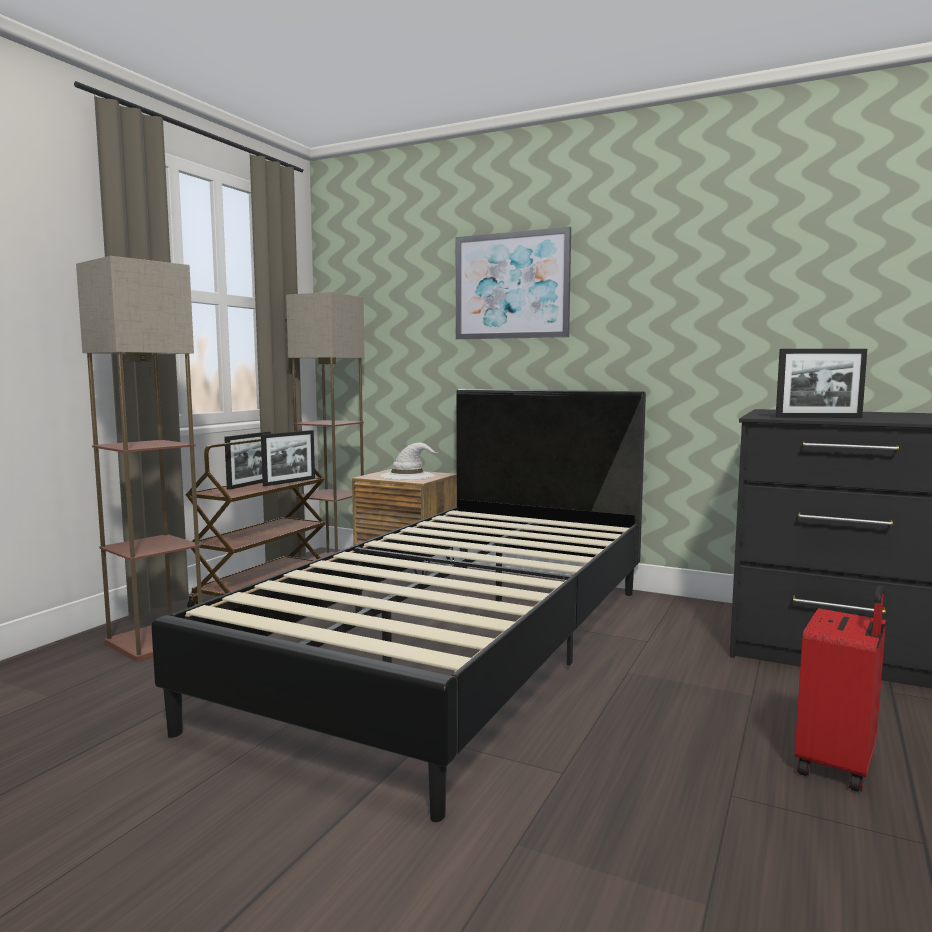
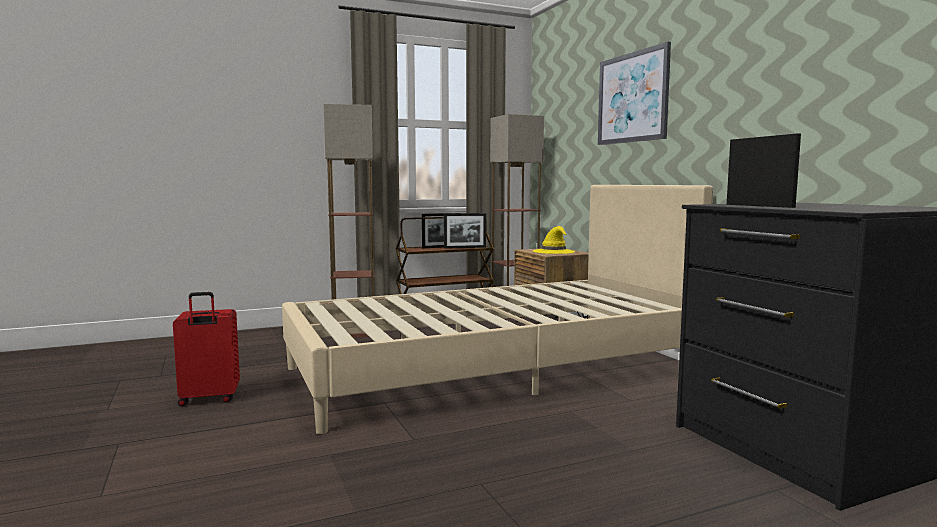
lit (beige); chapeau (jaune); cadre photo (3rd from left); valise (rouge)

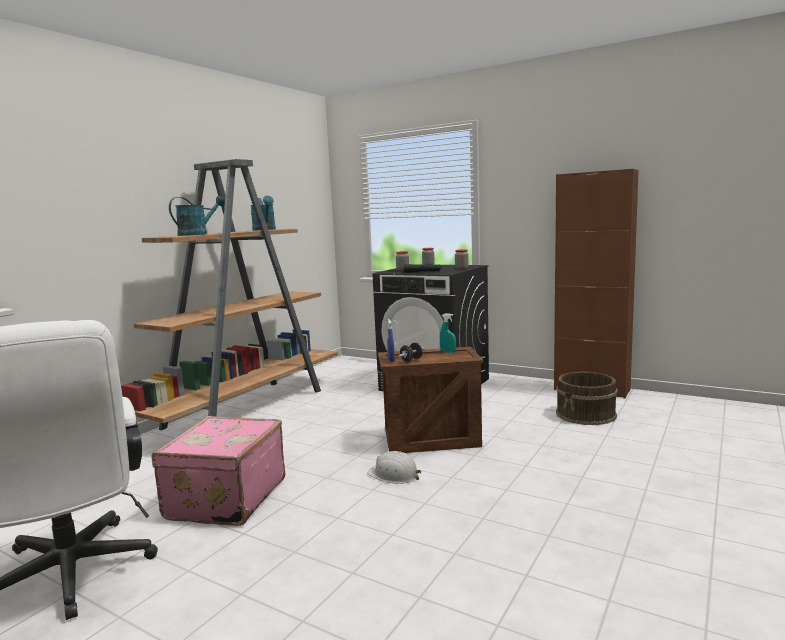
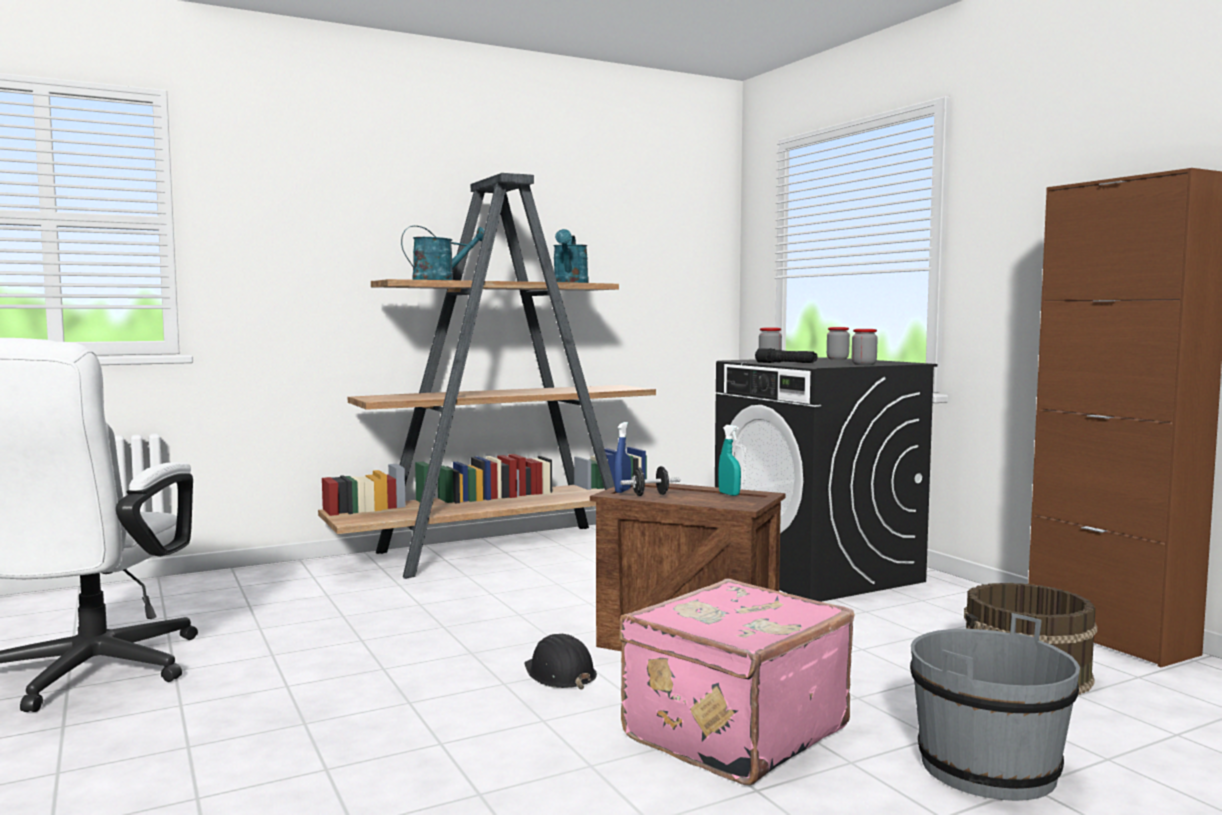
valise (rose); casque de chantier (noir); seau (gris)

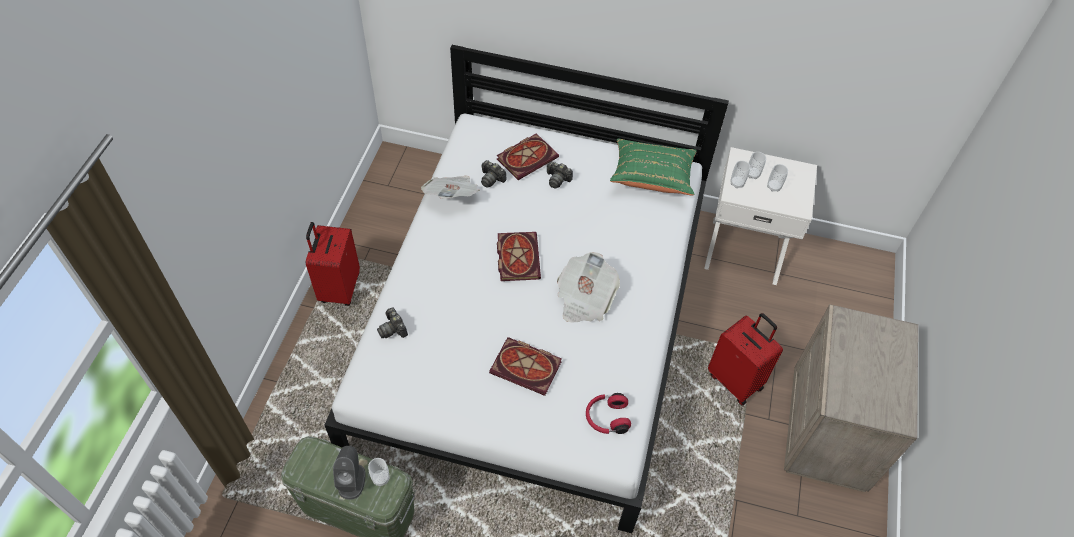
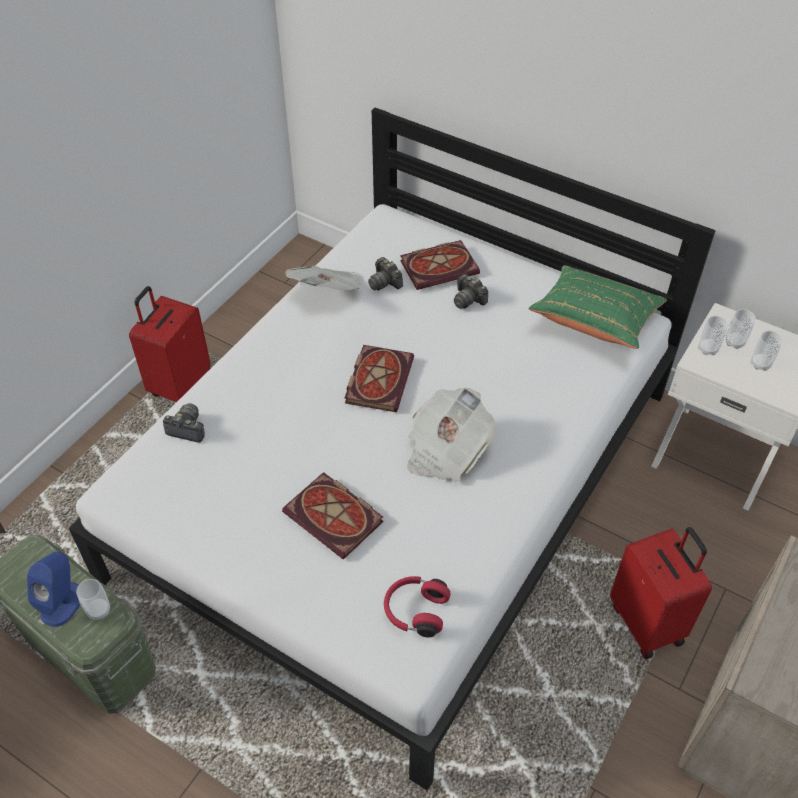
enceinte (bleu); appareil photo (1st from left)

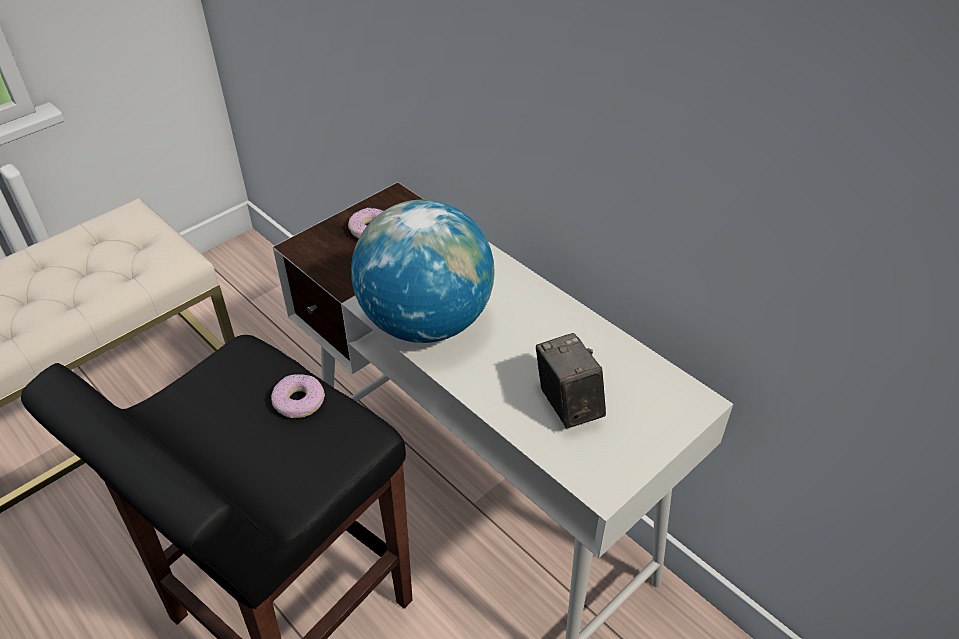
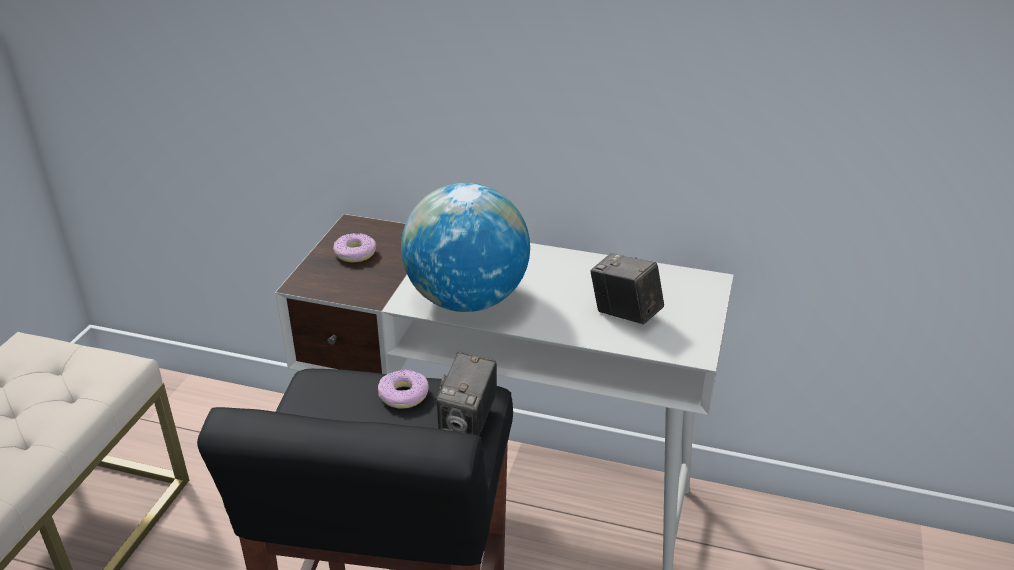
appareil photo (1st from left)

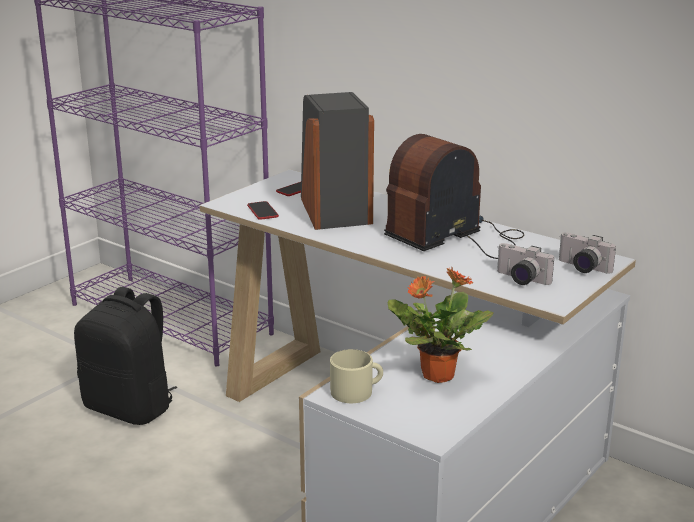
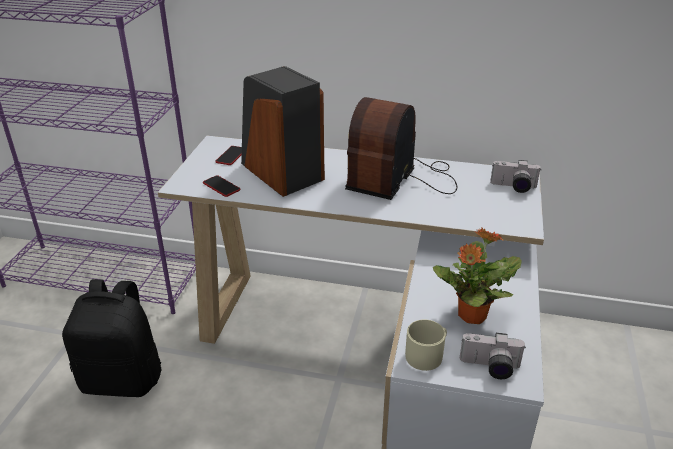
appareil photo (1st from left)

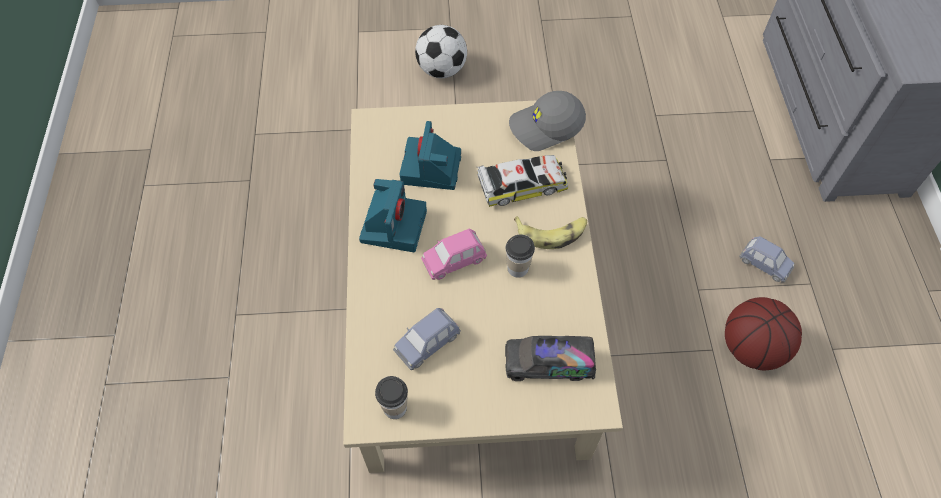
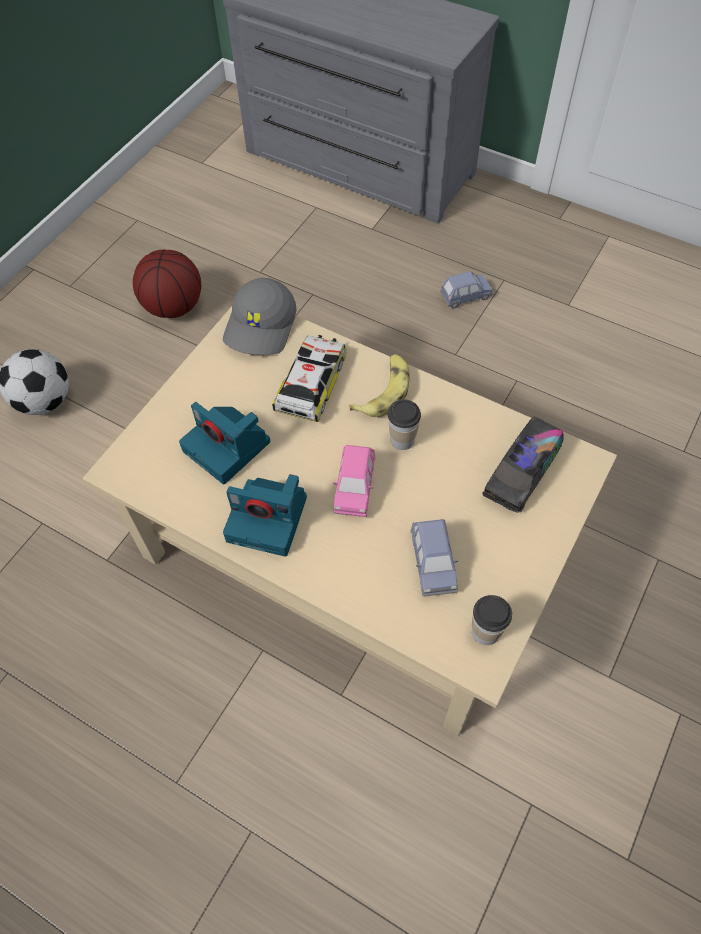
appareil photo (2nd from left); ballon de basket

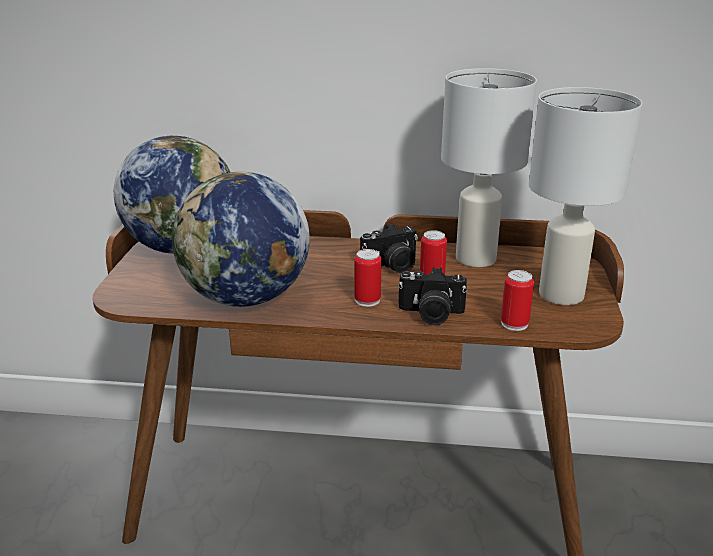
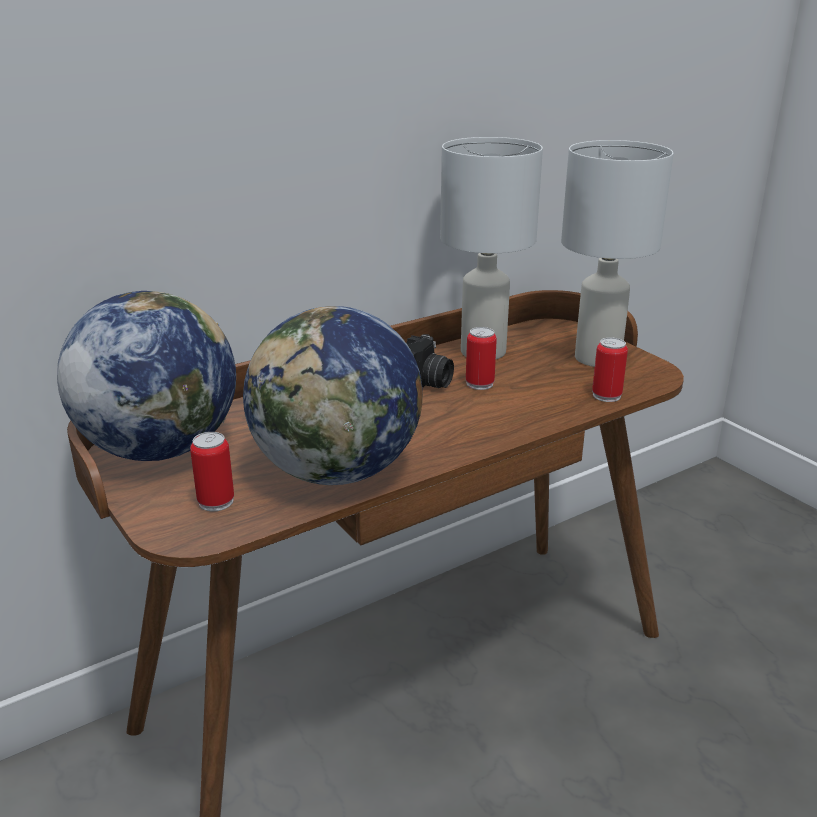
boîte métallique (1st from left); appareil photo (2nd from left in the first image)

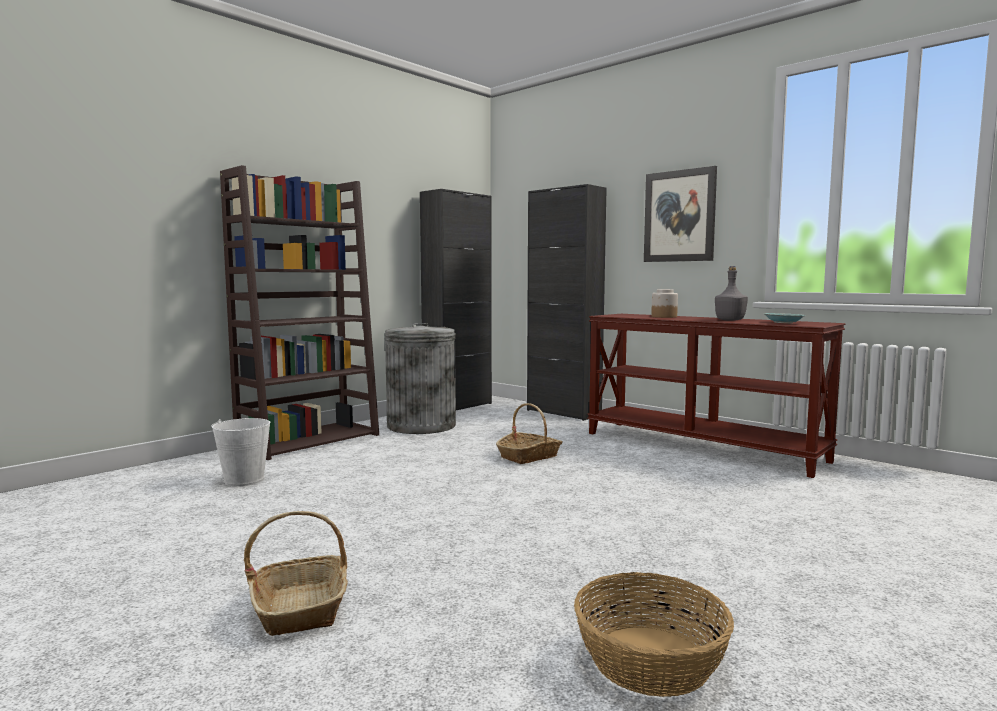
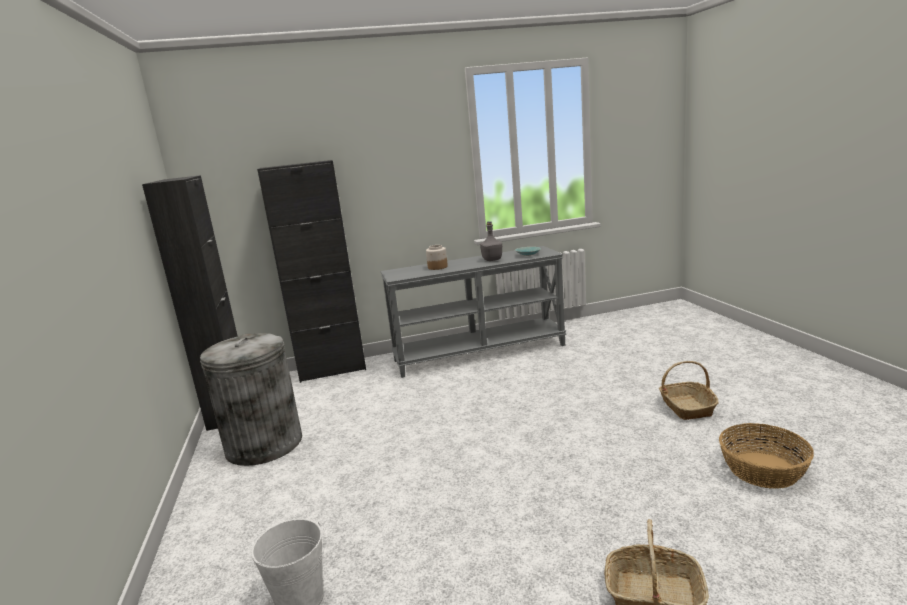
bibliothèque (marron); panier (2nd from left); table console (gris); tableau

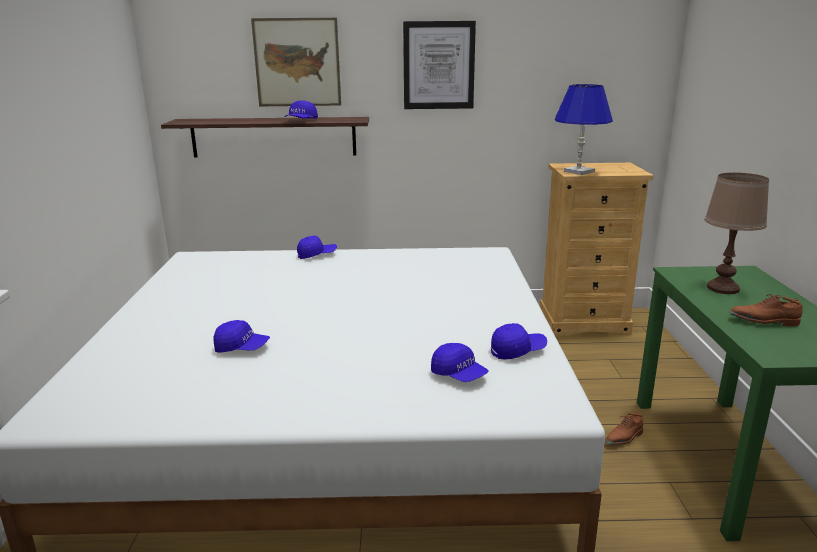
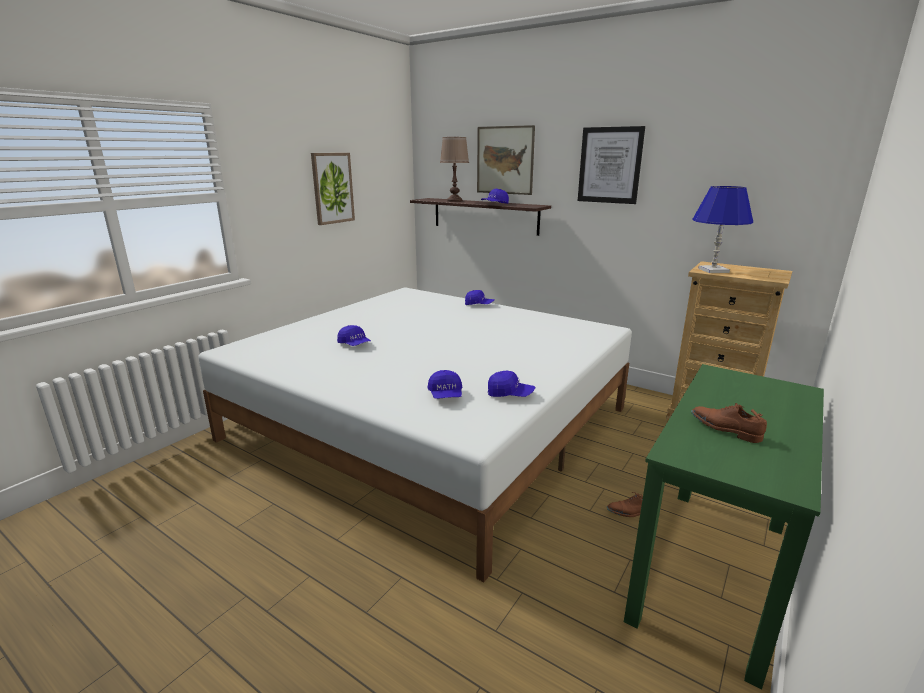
lampe de table (marron); tableau (1st from left)

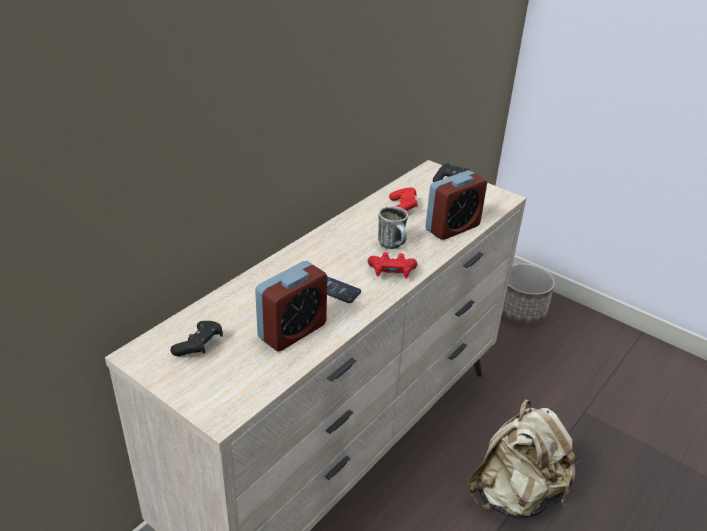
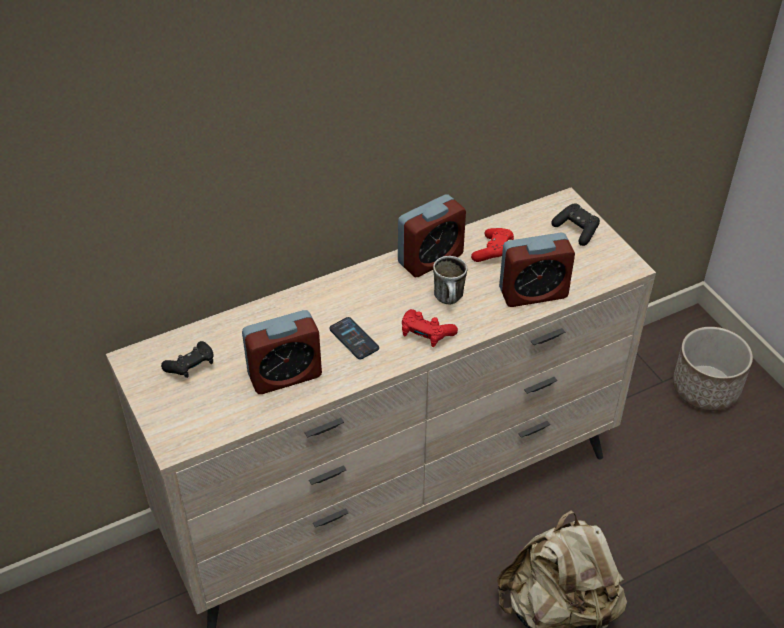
réveil (2nd from left)

